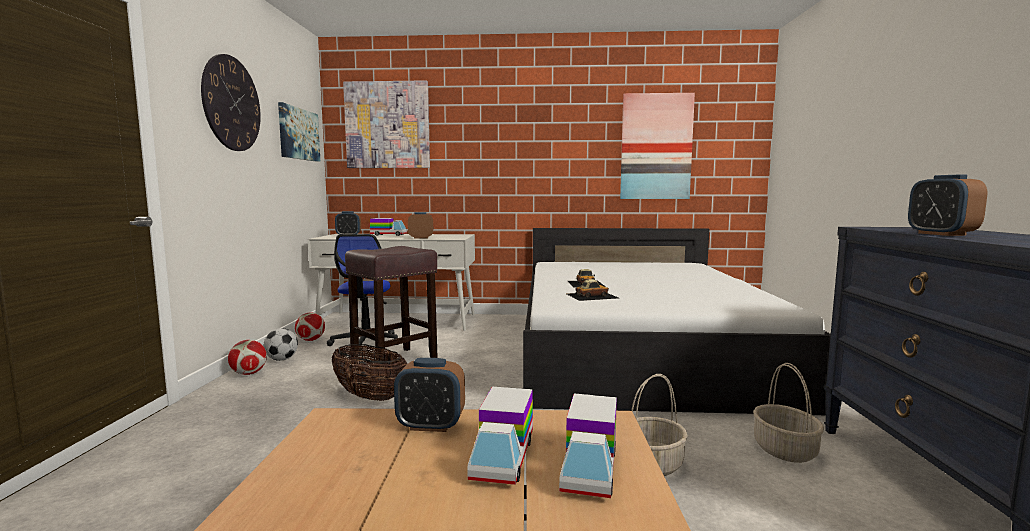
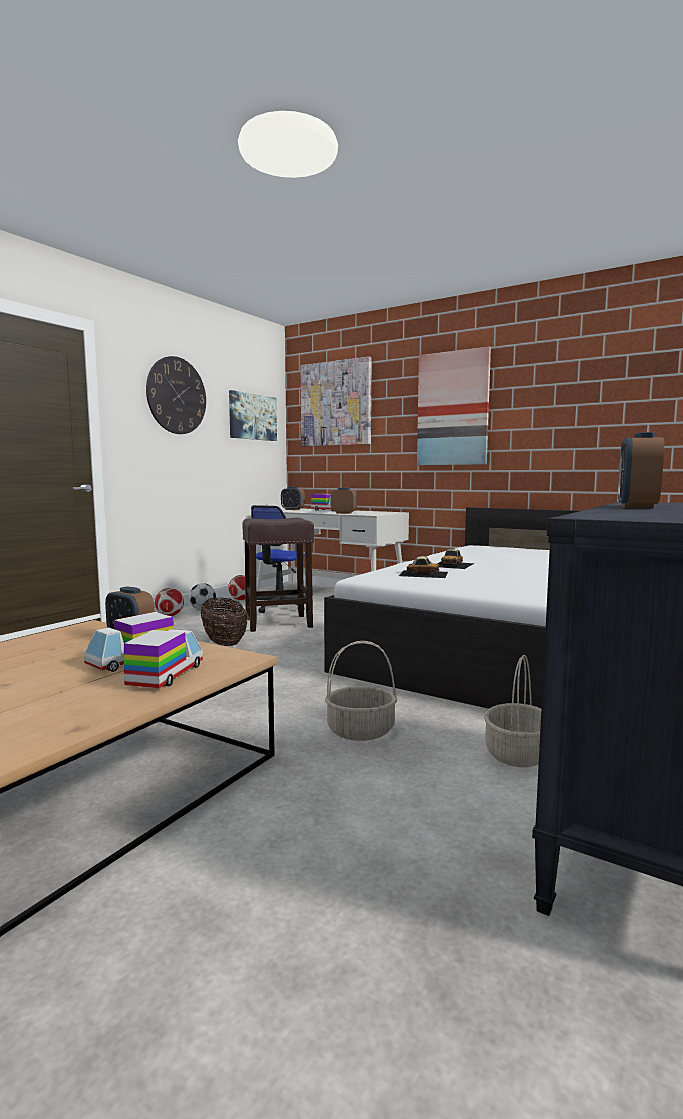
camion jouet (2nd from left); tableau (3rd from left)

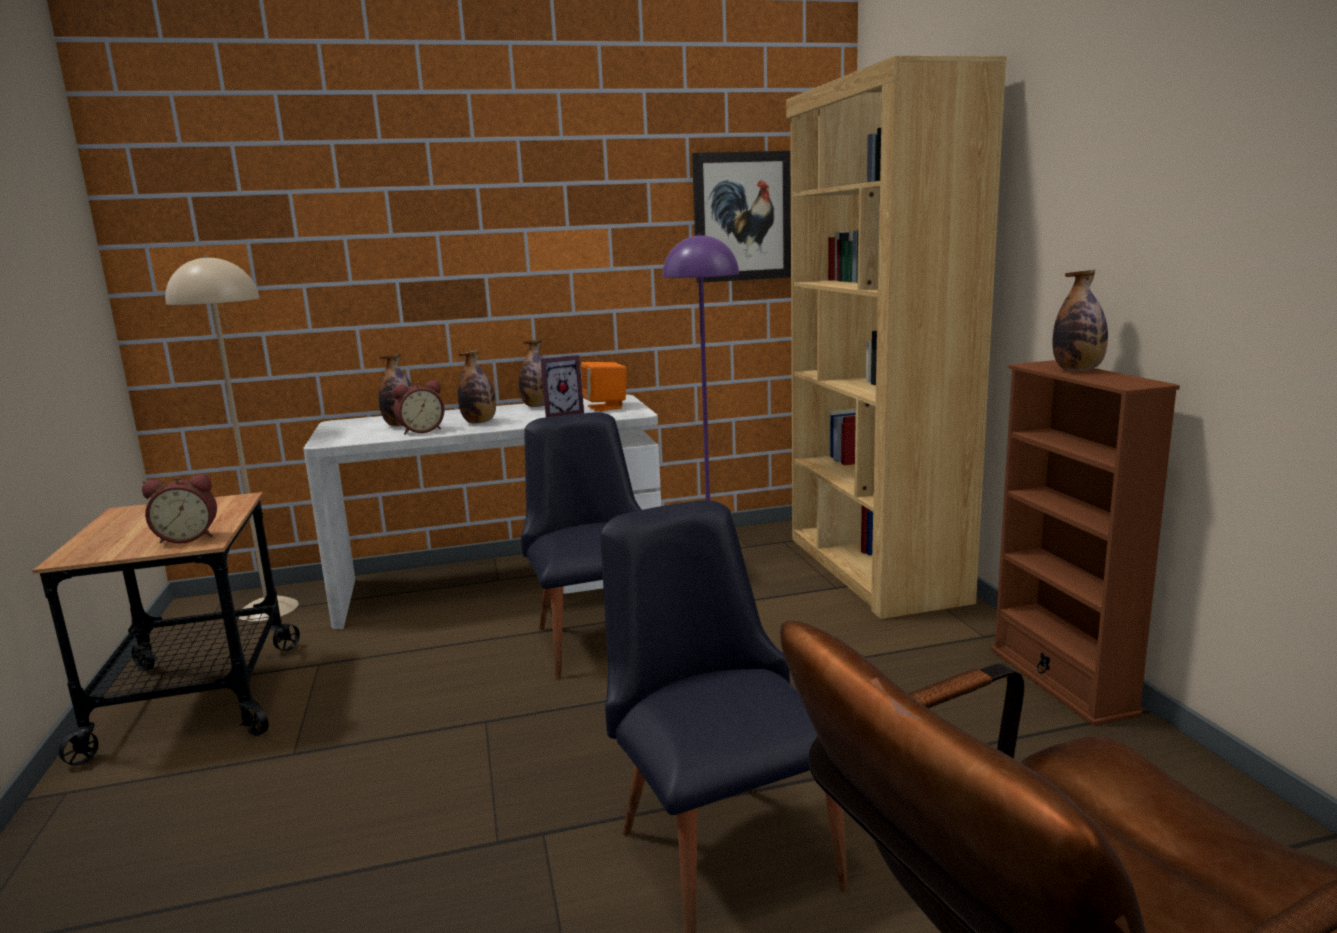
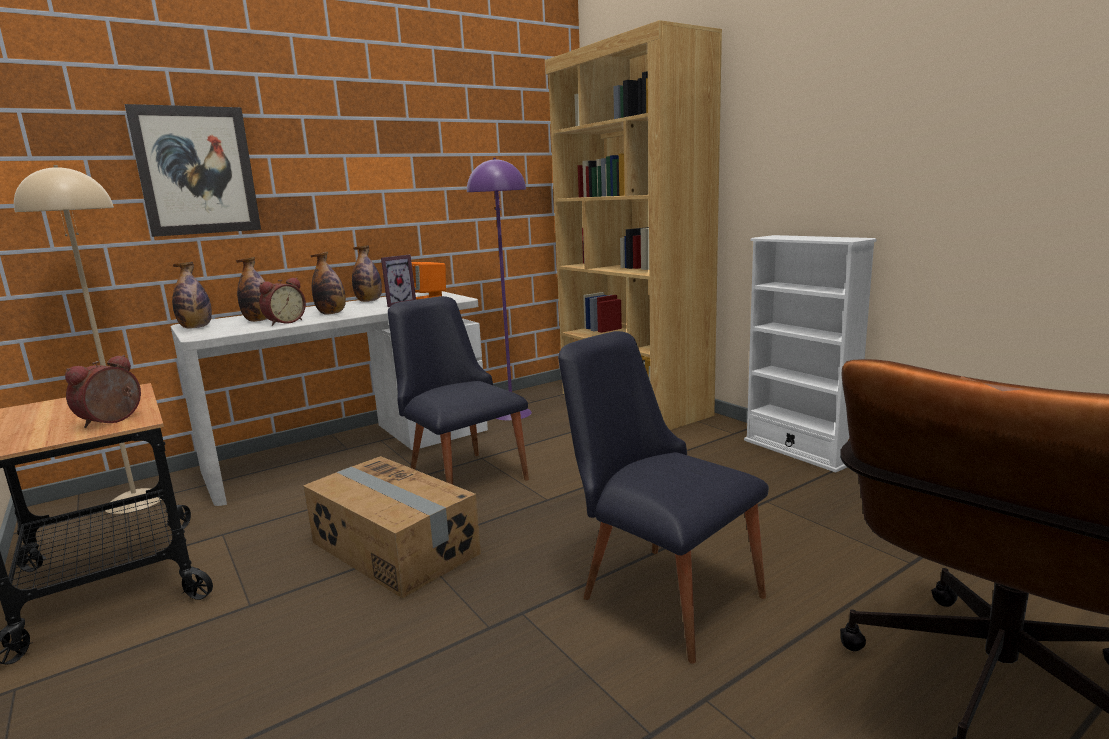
réveil (1st from left); tableau; bibliothèque (blanc); bouteille (1st from left); carton

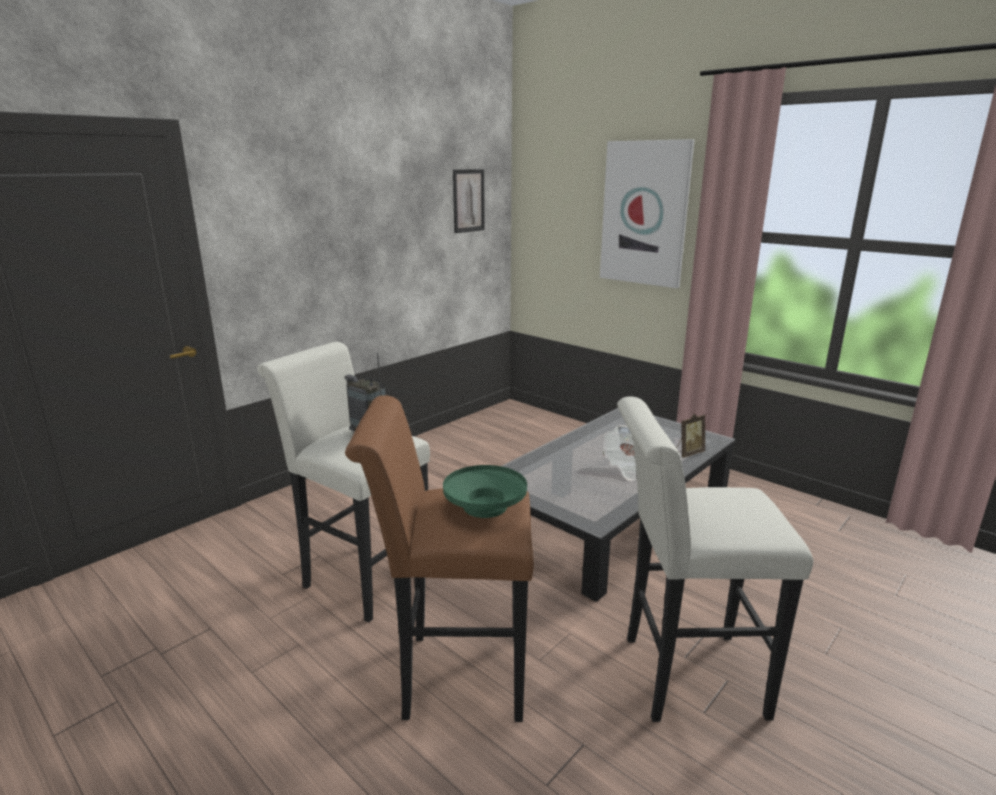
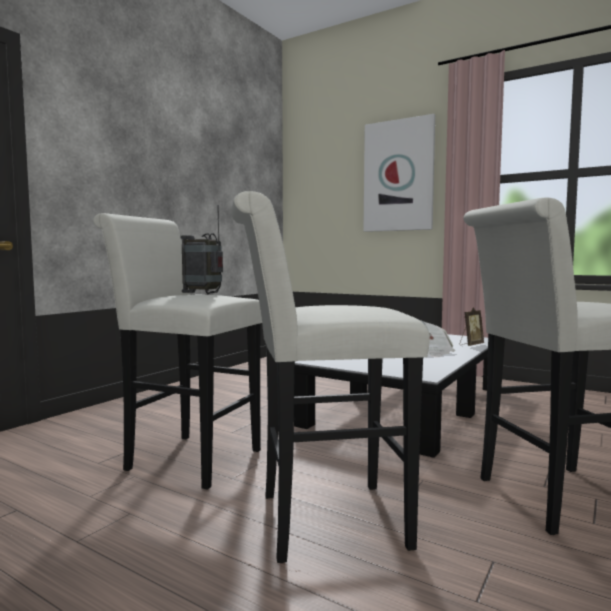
tabouret (blanc) (2nd from left); bol (vert); tableau (1st from left in the first image)

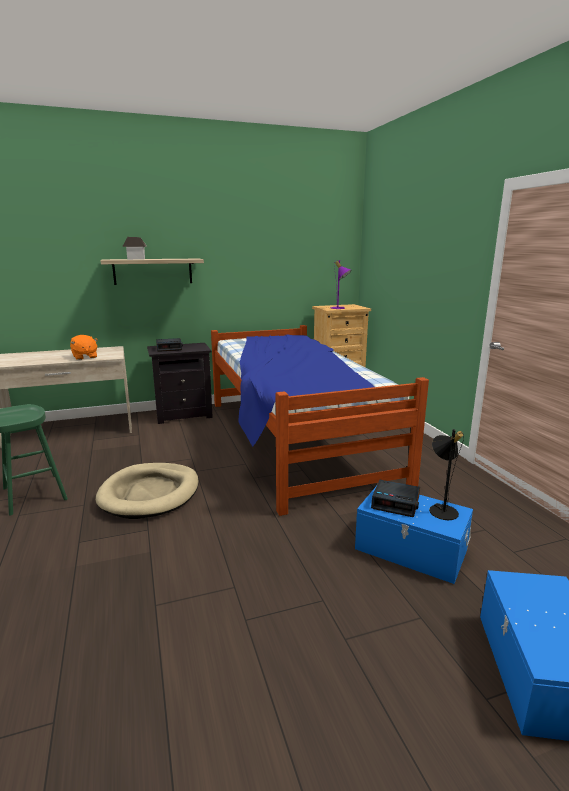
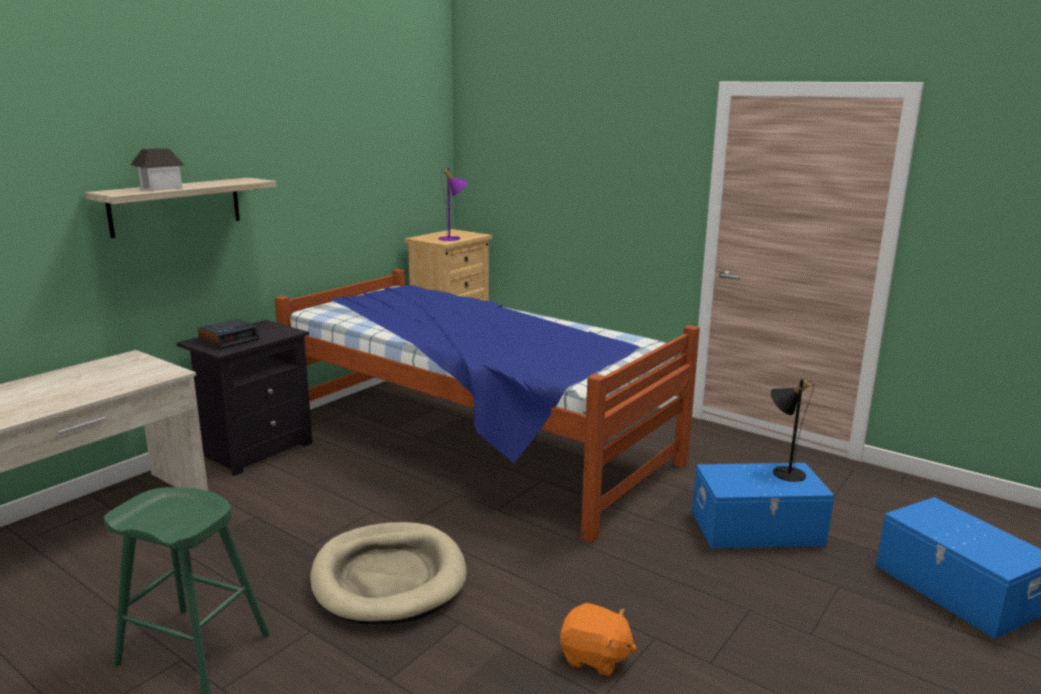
peluche (orange); réveil (2nd from left in the first image)

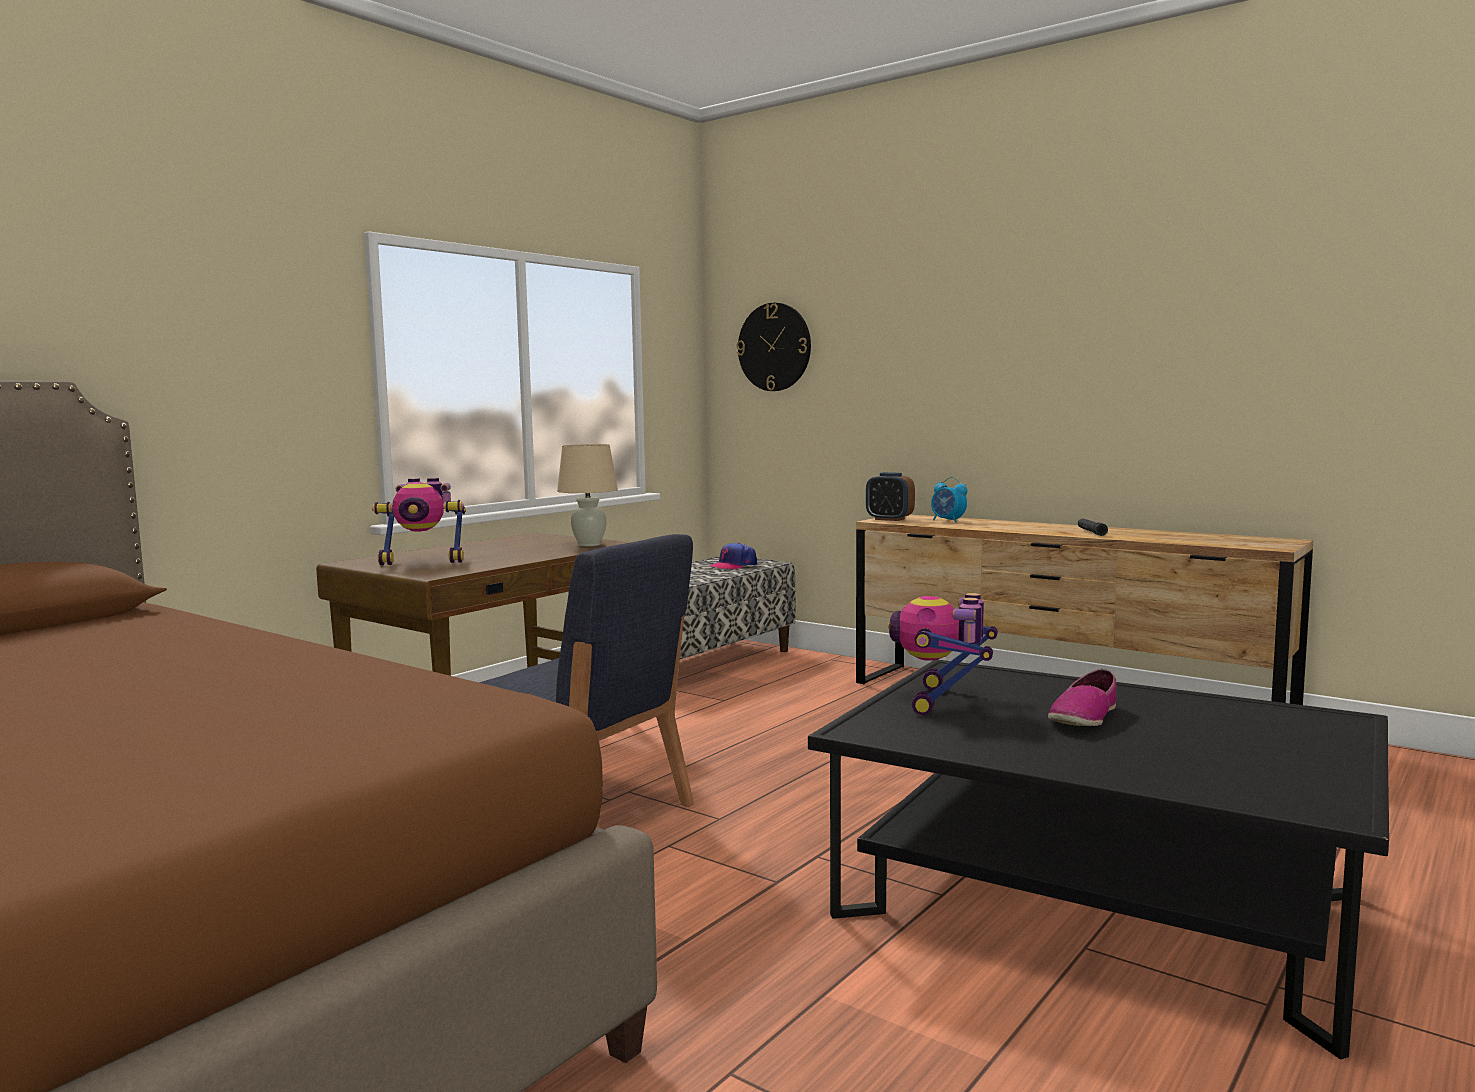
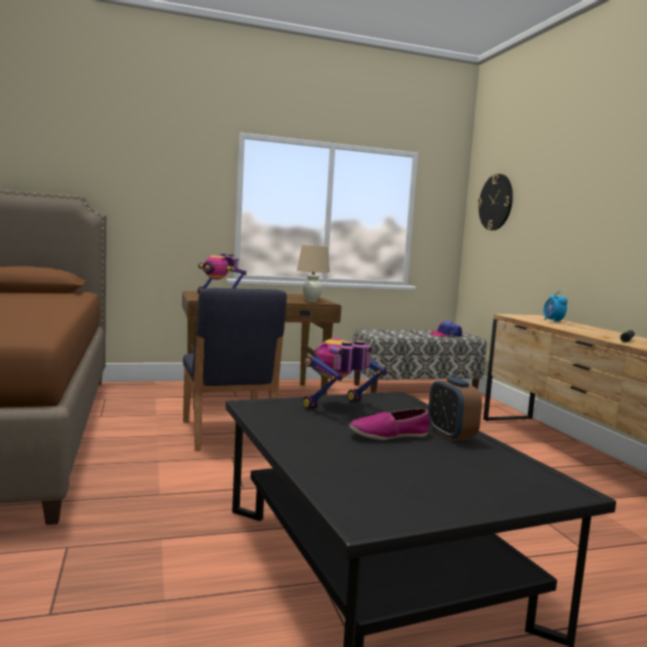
réveil (1st from left)

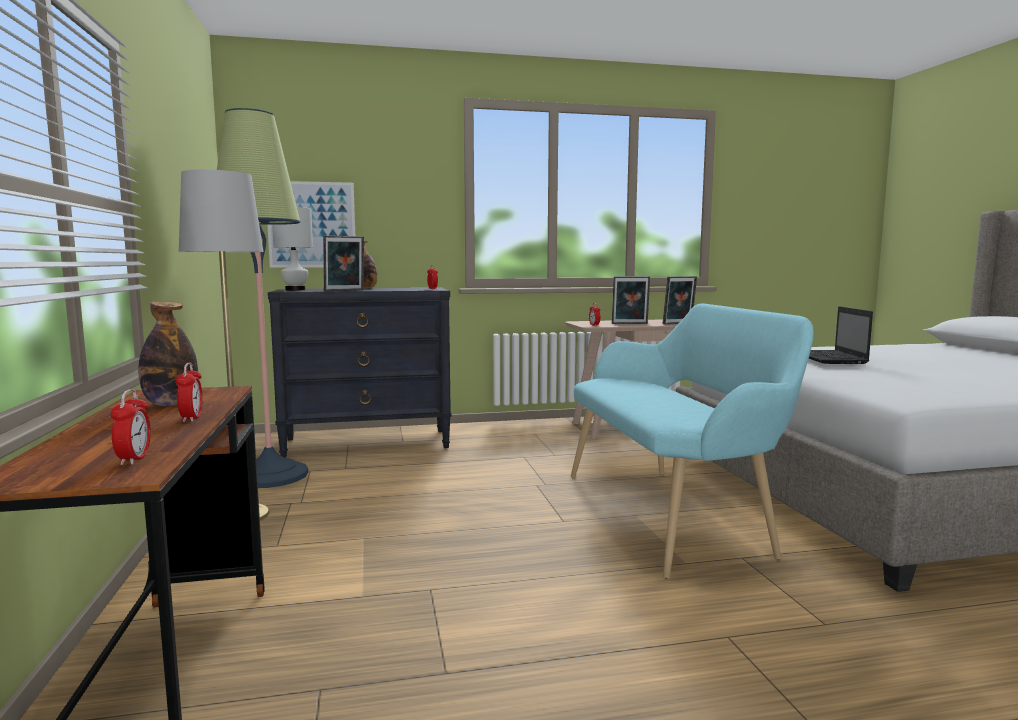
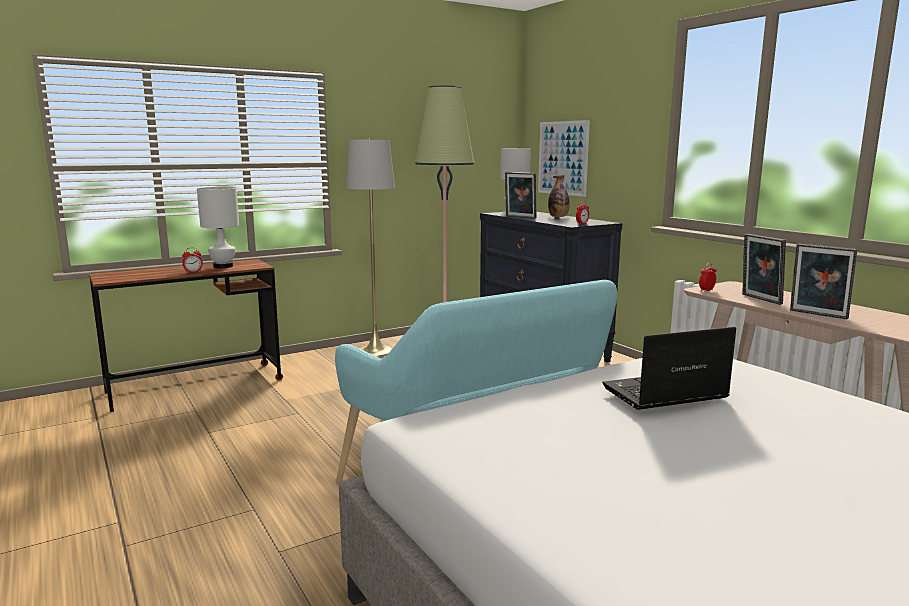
réveil (1st from left in the first image); lampe de table (blanc) (1st from left)

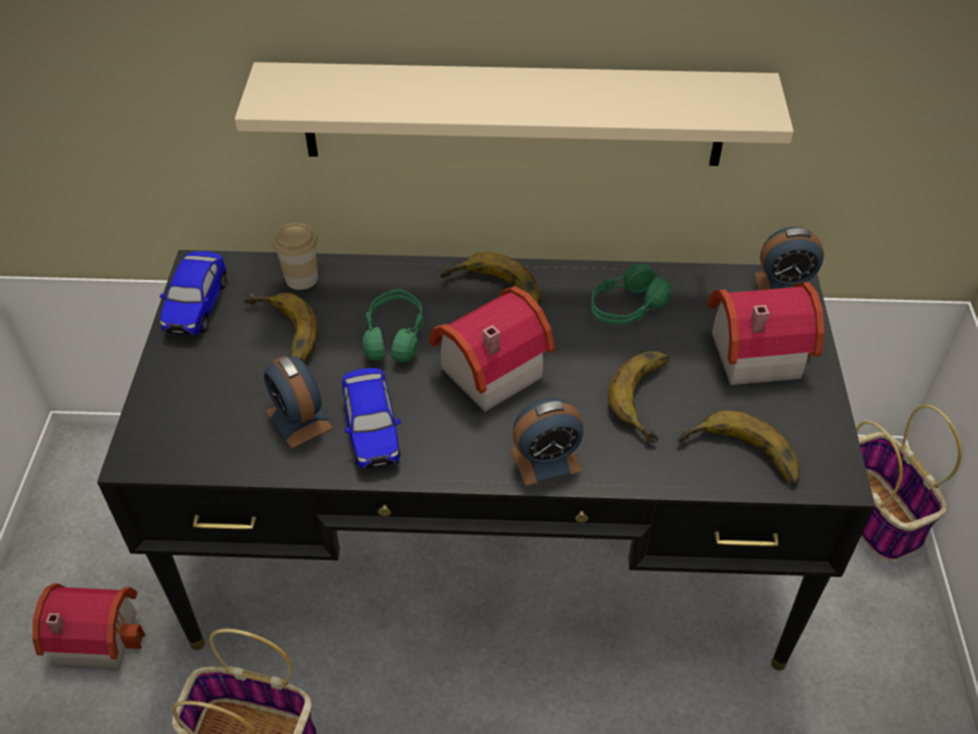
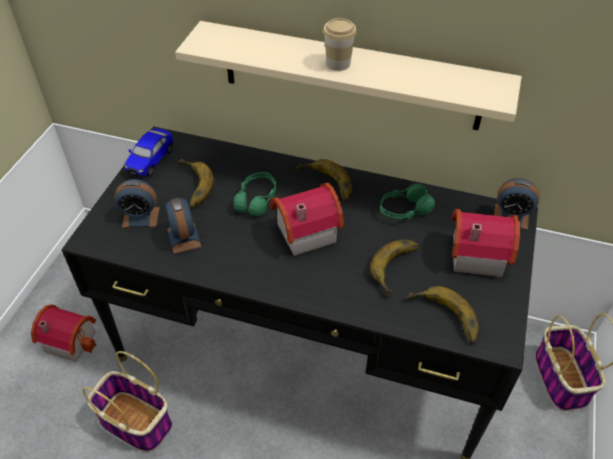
tasse; petite voiture (2nd from left in the first image); réveil (1st from left)

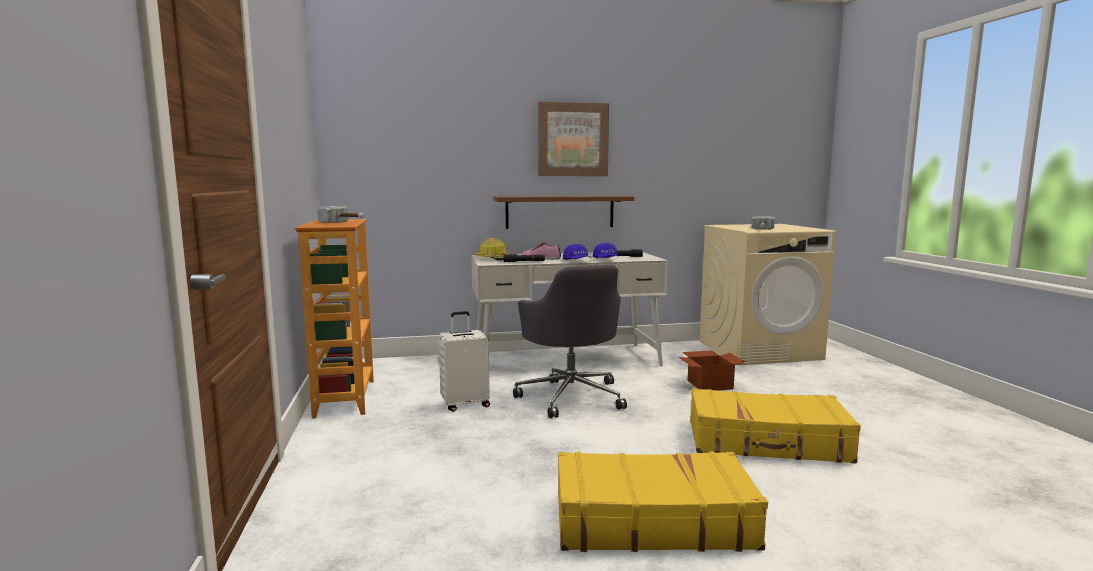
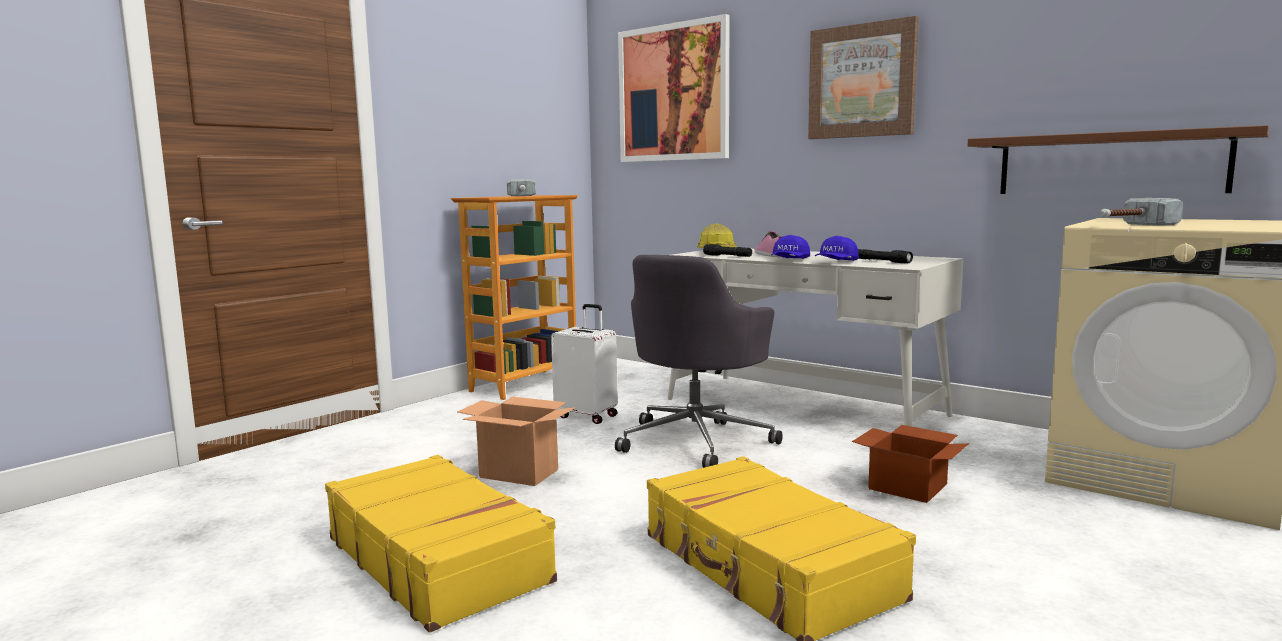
étagère (marron); carton (1st from left); tableau (1st from left)

